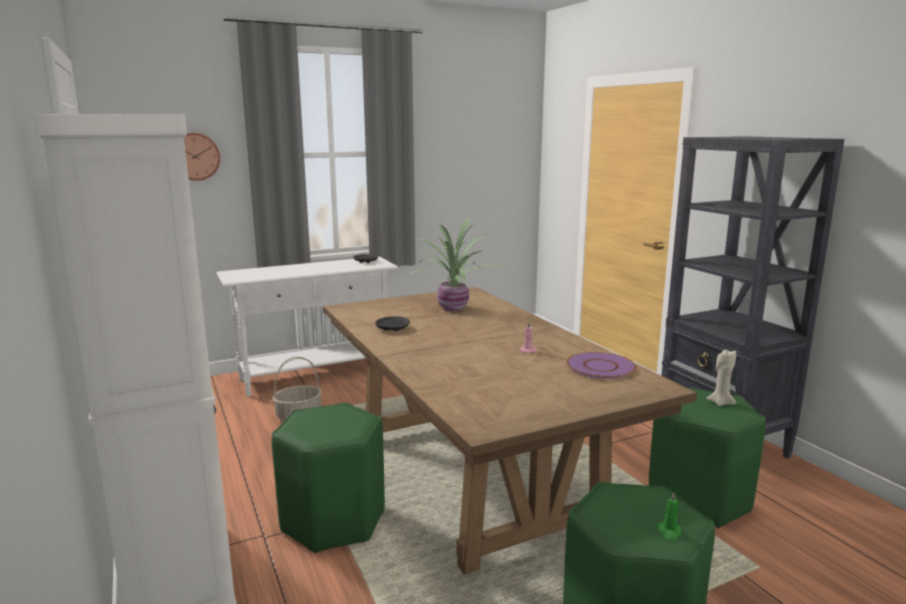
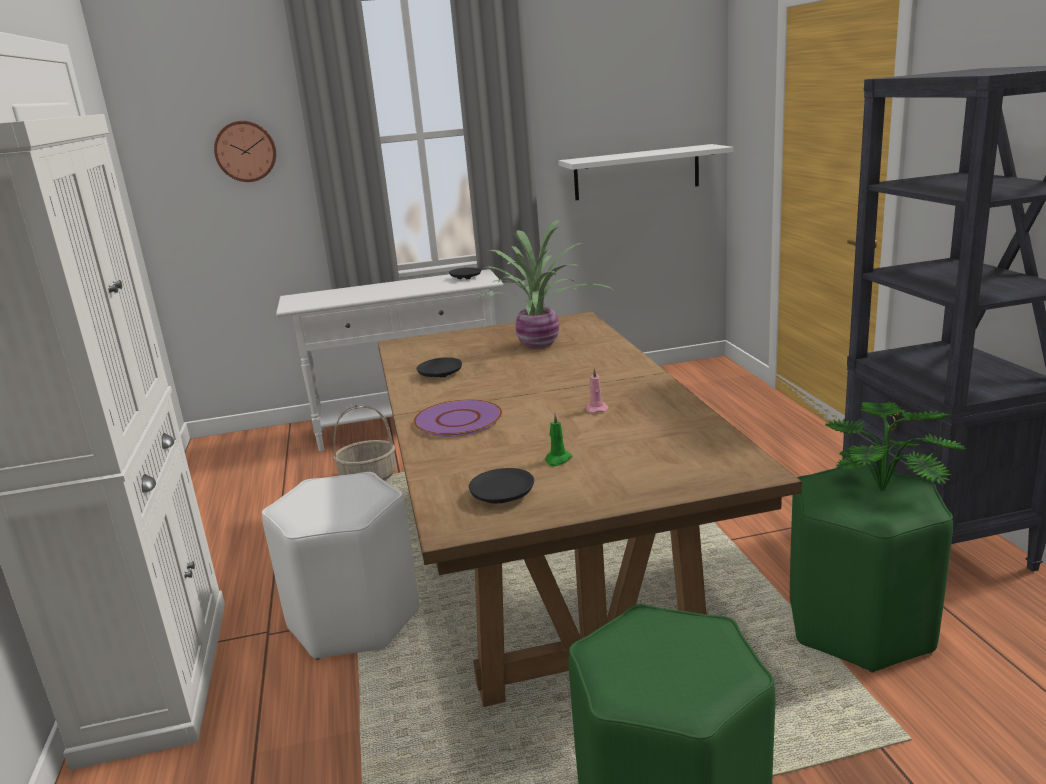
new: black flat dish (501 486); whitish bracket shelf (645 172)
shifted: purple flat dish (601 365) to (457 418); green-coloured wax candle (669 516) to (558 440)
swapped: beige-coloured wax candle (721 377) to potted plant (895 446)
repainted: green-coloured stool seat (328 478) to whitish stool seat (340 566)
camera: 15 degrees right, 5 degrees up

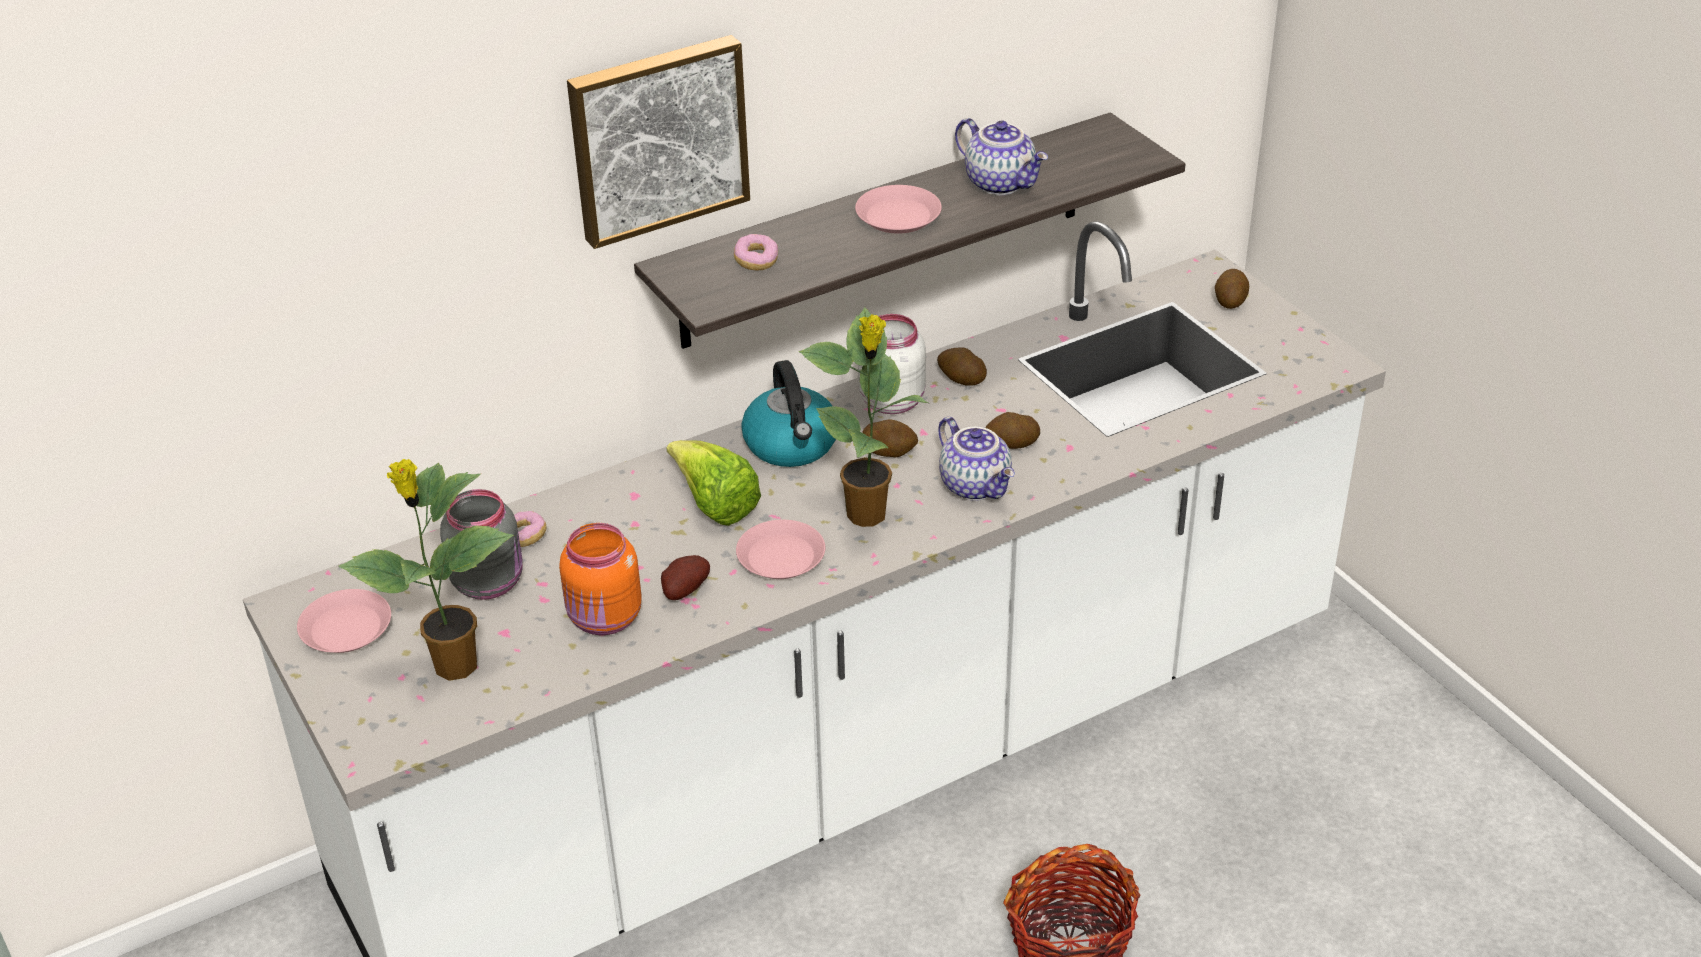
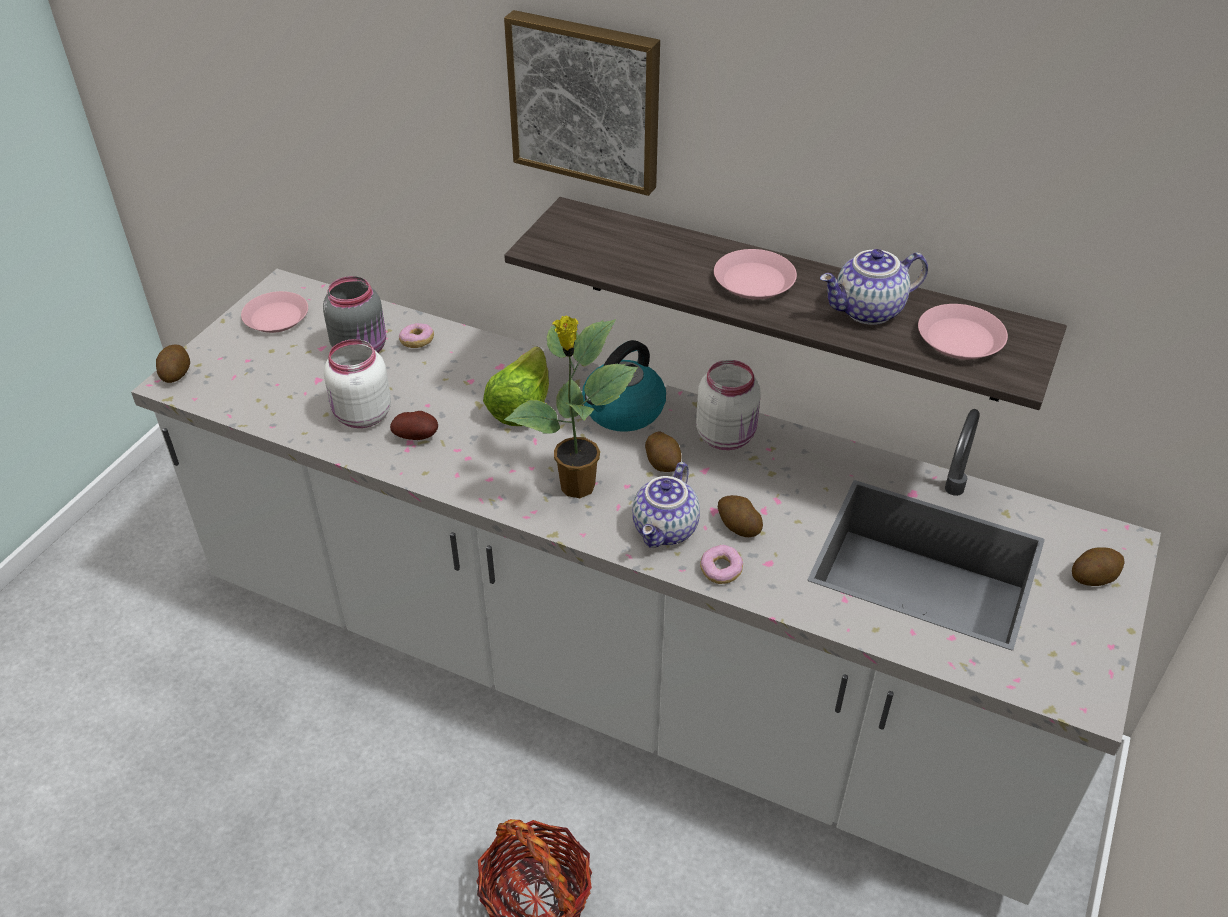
gone: potted plant (426 570)
shifted: donut (756 252) to (721 564); pink-coloured flat dish (780 549) to (963 332); spud (962 366) to (173 363)
repainted: orangey preserve jar (600 579) to whitish preserve jar (357 383)
rotated: tea pot (1001 156) = (874 287) 60 degrees clockwise
camera: 55 degrees right, 5 degrees up

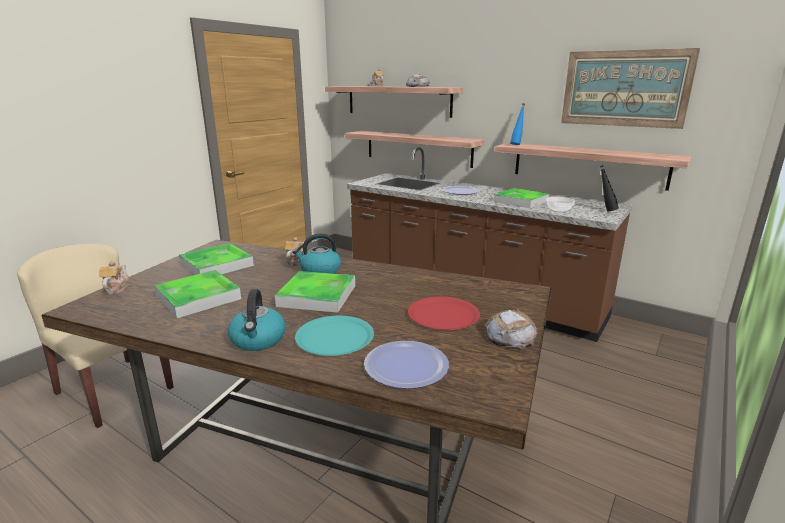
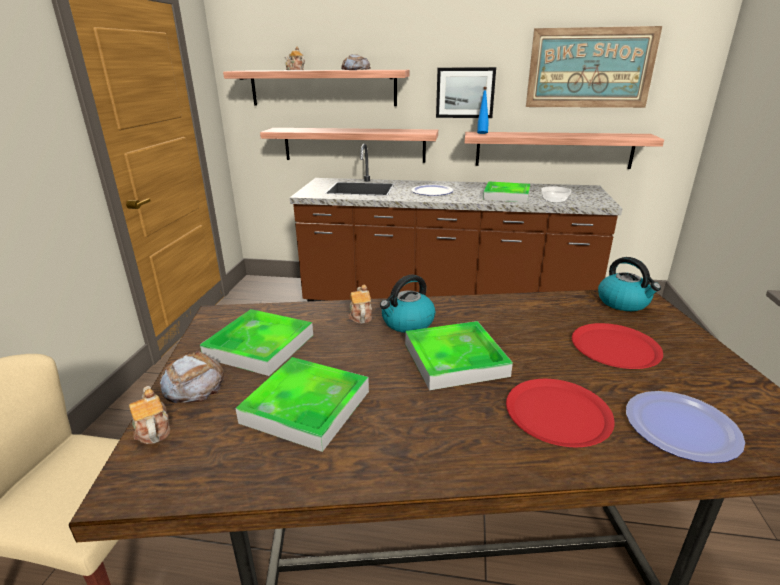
gone: black bottle (609 188)
new: wall art (466 92)
shifted: kettle (257 320) to (629 284); bakery bread (511 329) to (191 377)
repainted: turquoise-coloured flat dish (334 336) to reddish flat dish (560 413)
camera: 25 degrees left, 5 degrees up

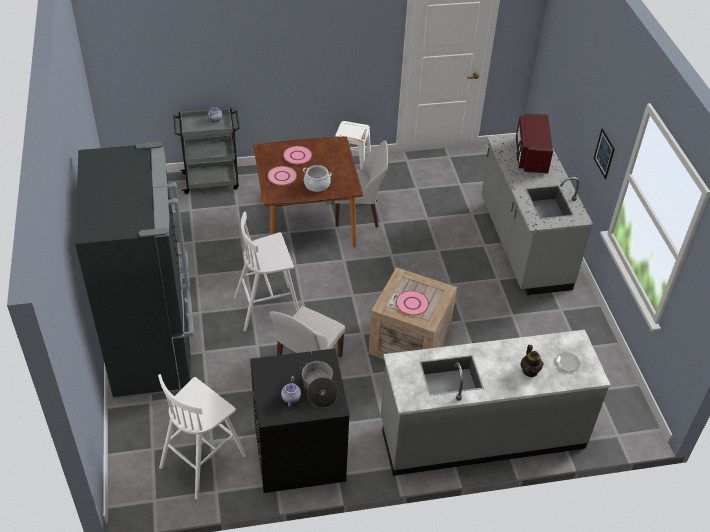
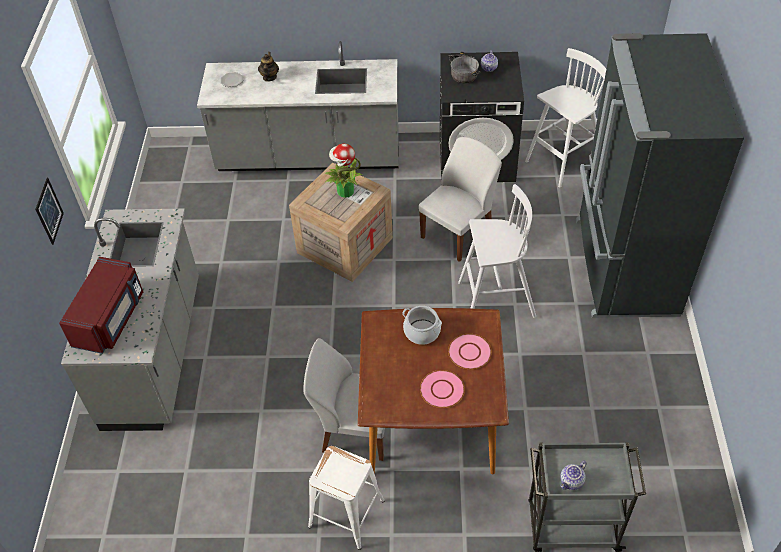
swapped: pink-coloured flat dish (412 303) to potted plant (343 170)
camera: 165 degrees left, 5 degrees up

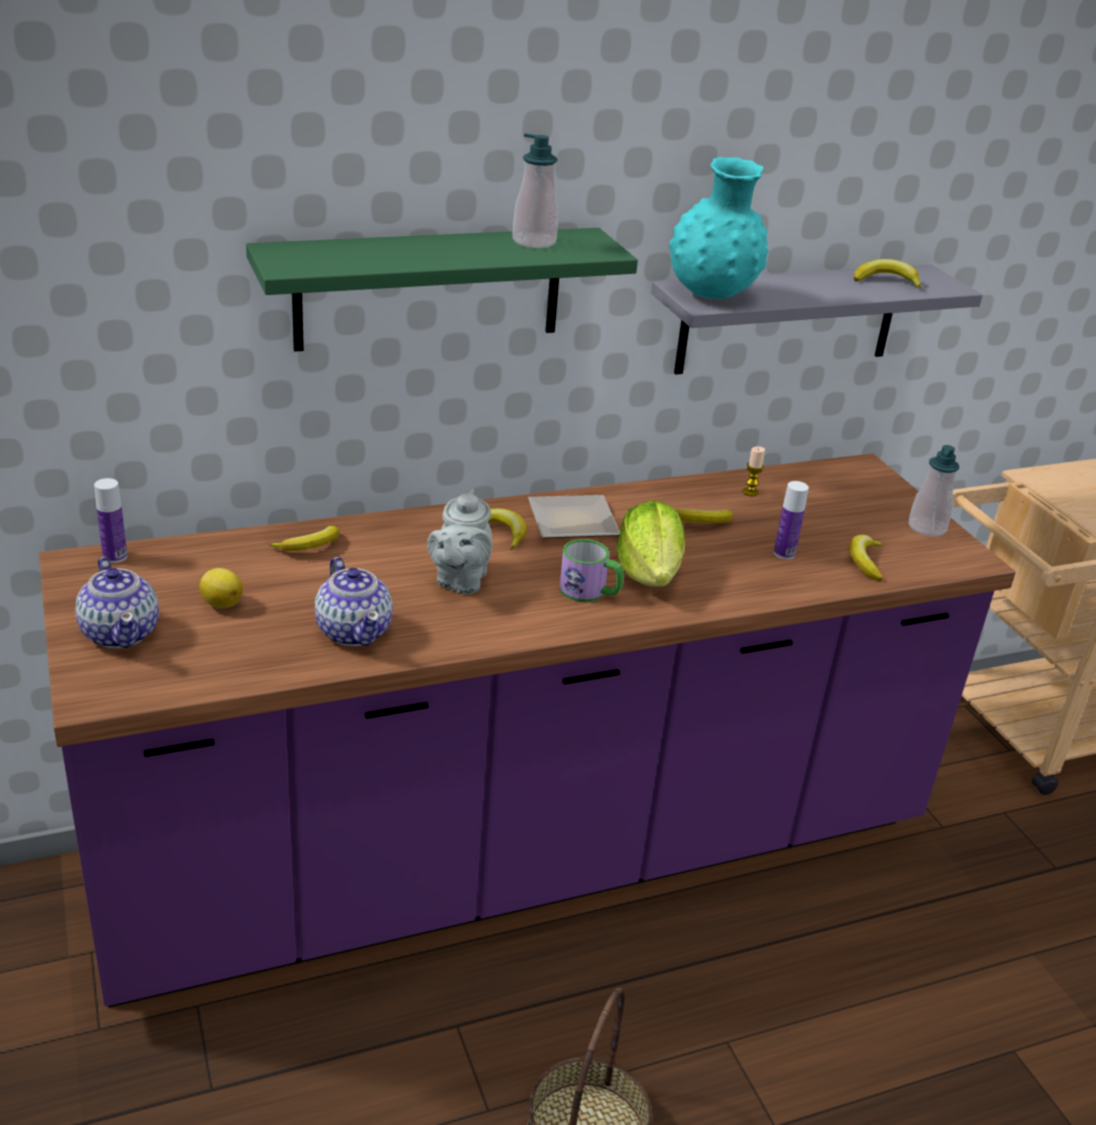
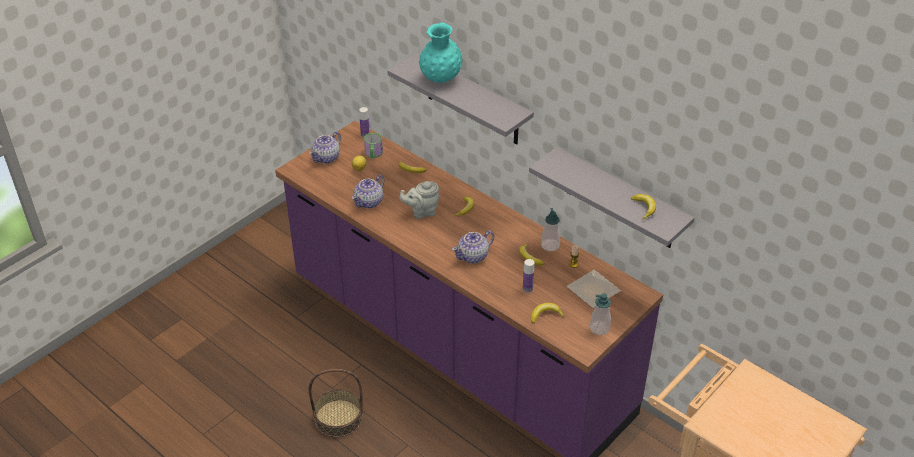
shifted: liquid soap bottle (535 190) to (550 229); flat dish (574 517) to (594 289); mug (591 570) to (373 146); turquoise-coloured flower vase (719 228) to (441 53)
swapped: lettuce head (650 543) to tea pot (473 247)
repainted: green-coloured bracket shelf (442 290) to greyish bracket shelf (460 99)
camera: 65 degrees right, 10 degrees up

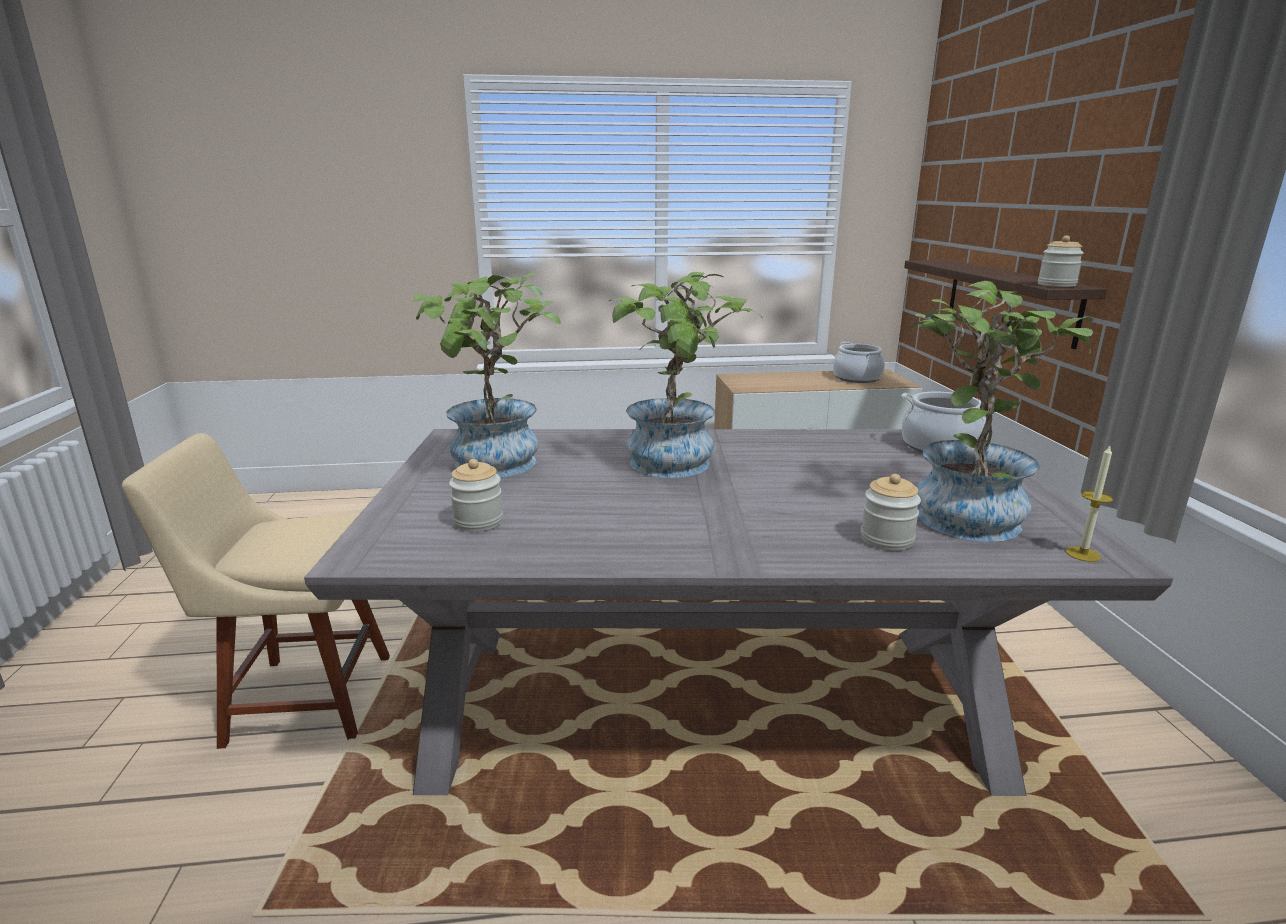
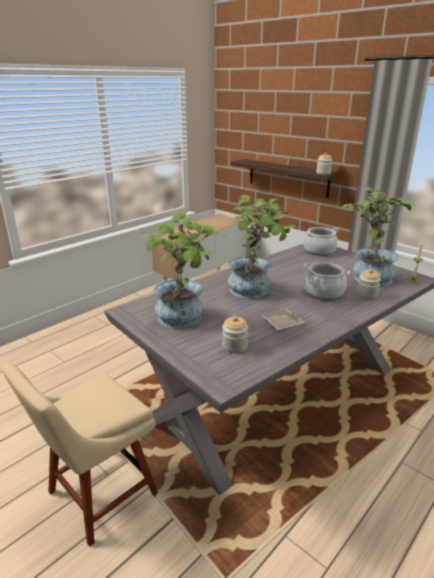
new: flat dish (283 320)
shifted: stockpot (859 362) to (327 281)
camera: 40 degrees left, 5 degrees up

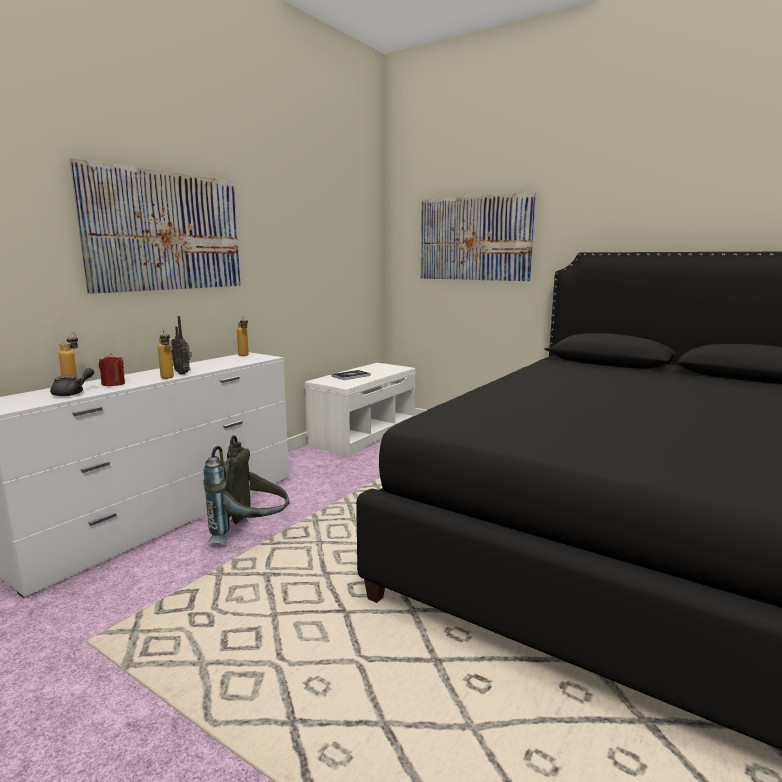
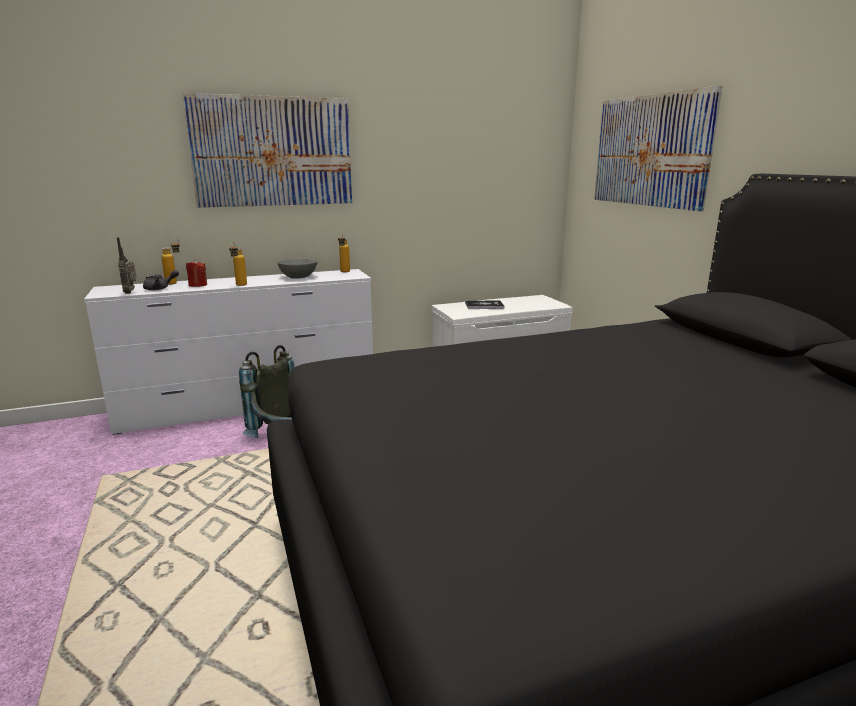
new: greyish deep dish (298 269)
shifted: radio set (181 345) to (126 265)
camera: 35 degrees right, 5 degrees up

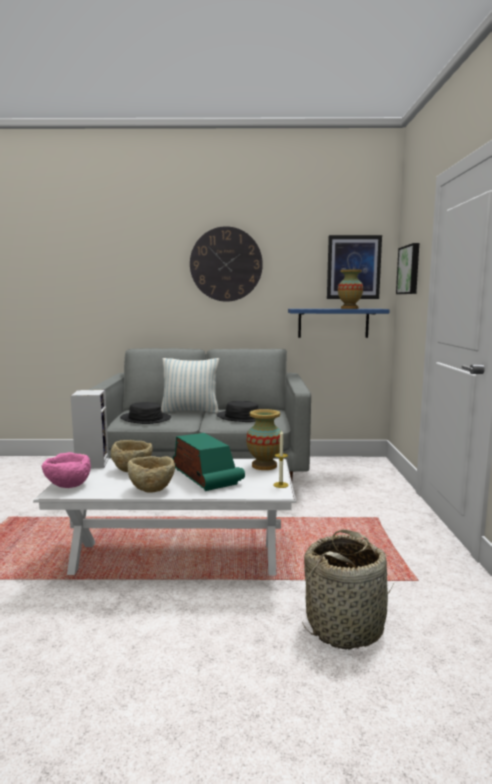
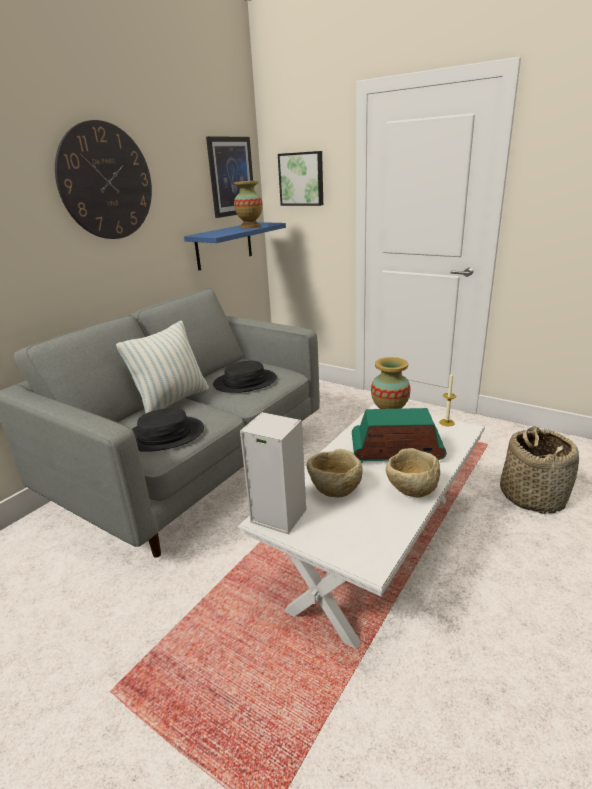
gone: pink-coloured deep dish (66 470)
camera: 55 degrees left, 15 degrees up

